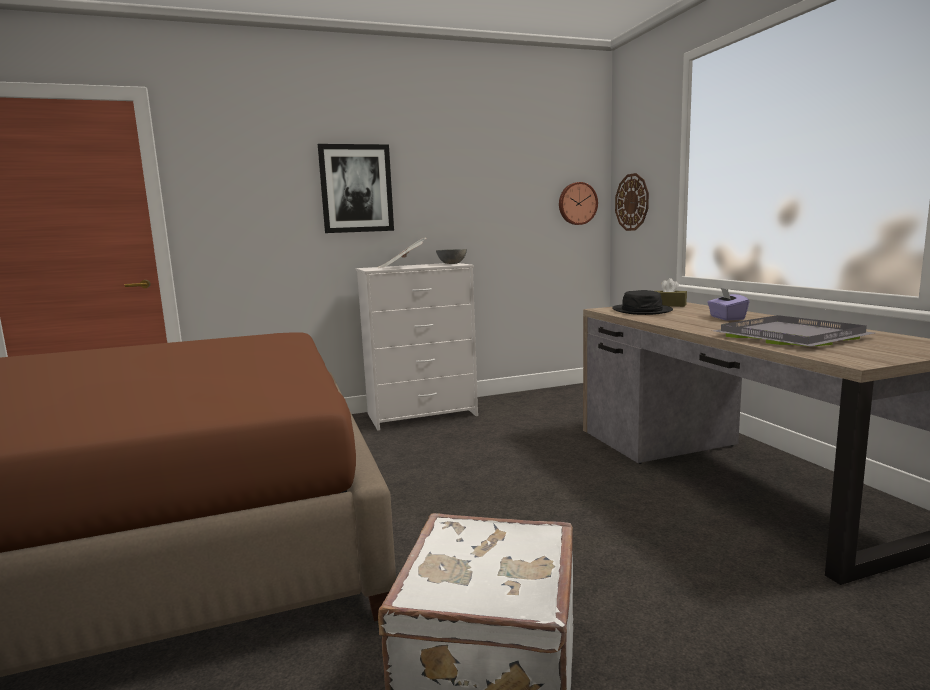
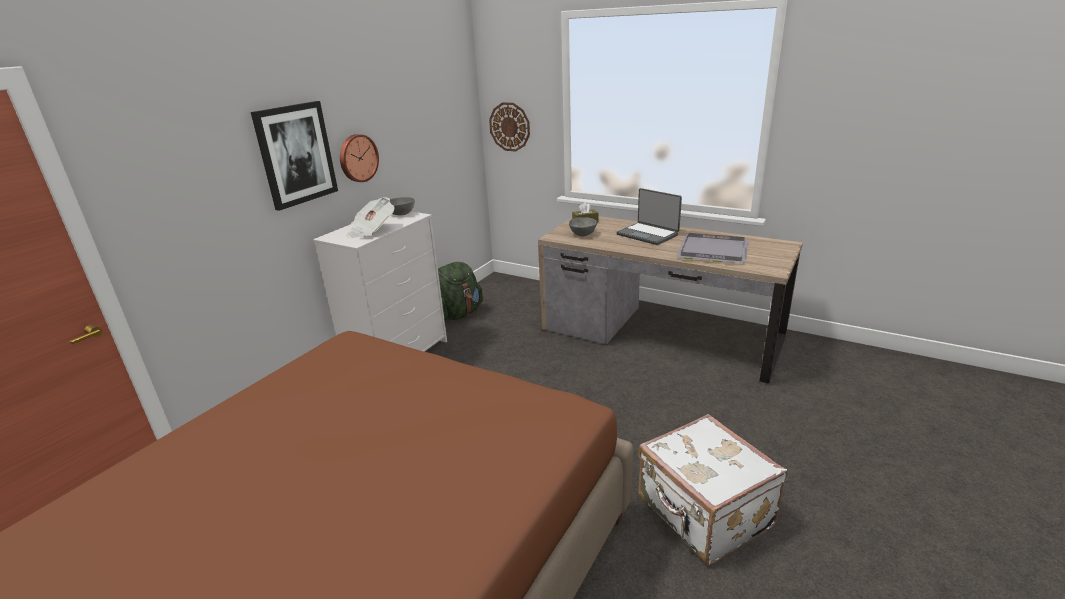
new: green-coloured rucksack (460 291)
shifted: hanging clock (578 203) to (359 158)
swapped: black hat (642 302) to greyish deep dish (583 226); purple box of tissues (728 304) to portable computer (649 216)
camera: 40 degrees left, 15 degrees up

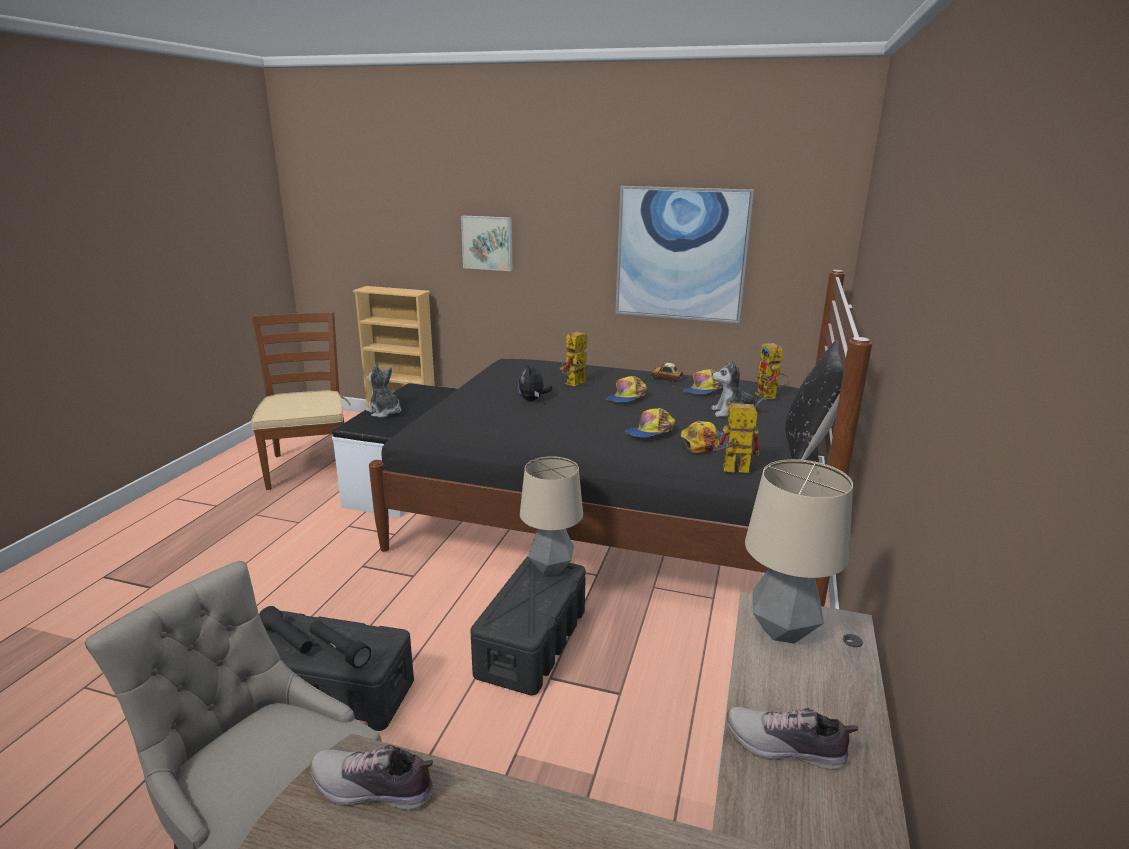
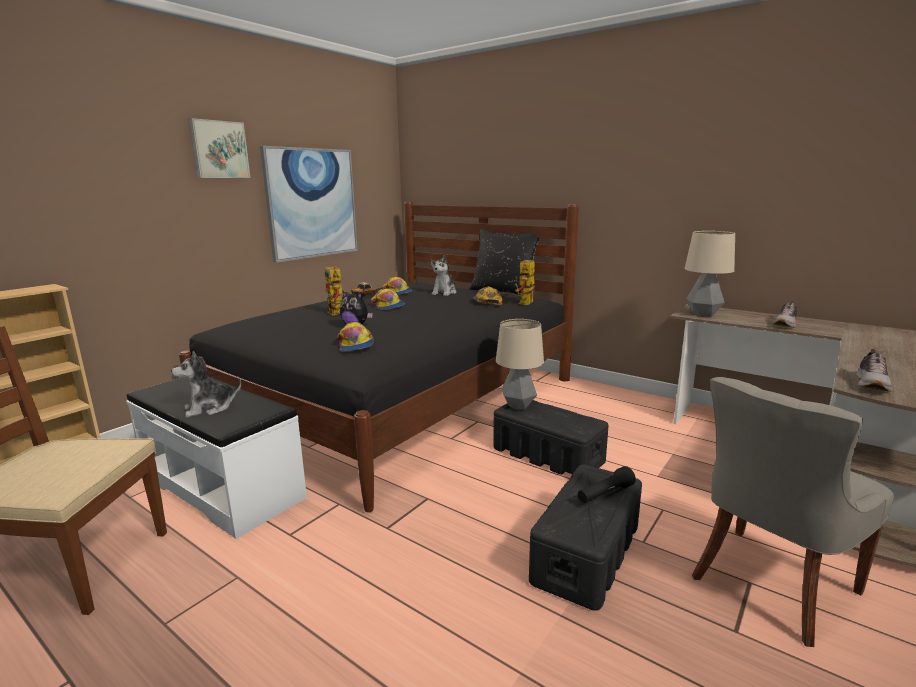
gone: black flashlight (286 630); model robot (772 371)
shifted: wall art (487 243) to (219 148); peaked cap (650 422) to (355 337)
camera: 70 degrees left, 5 degrees down

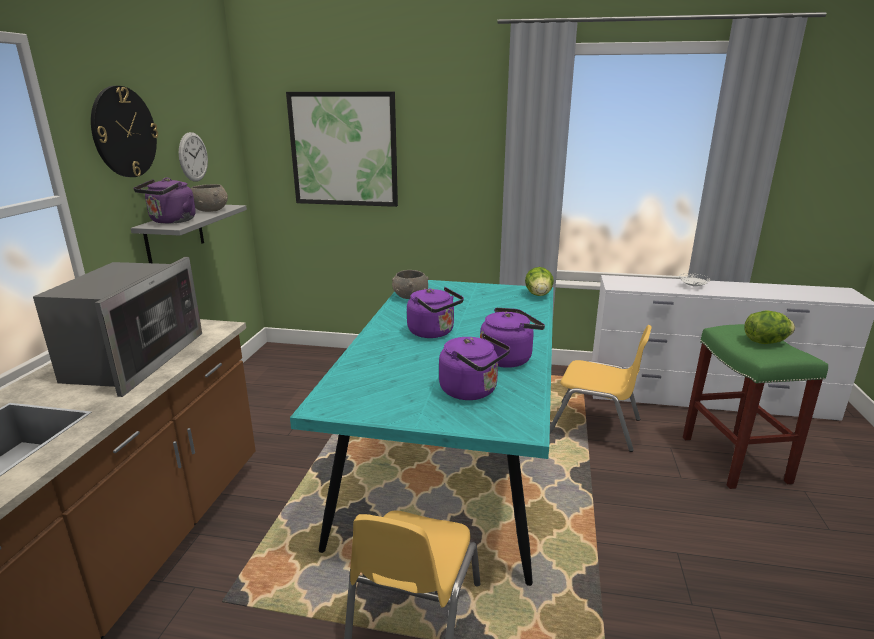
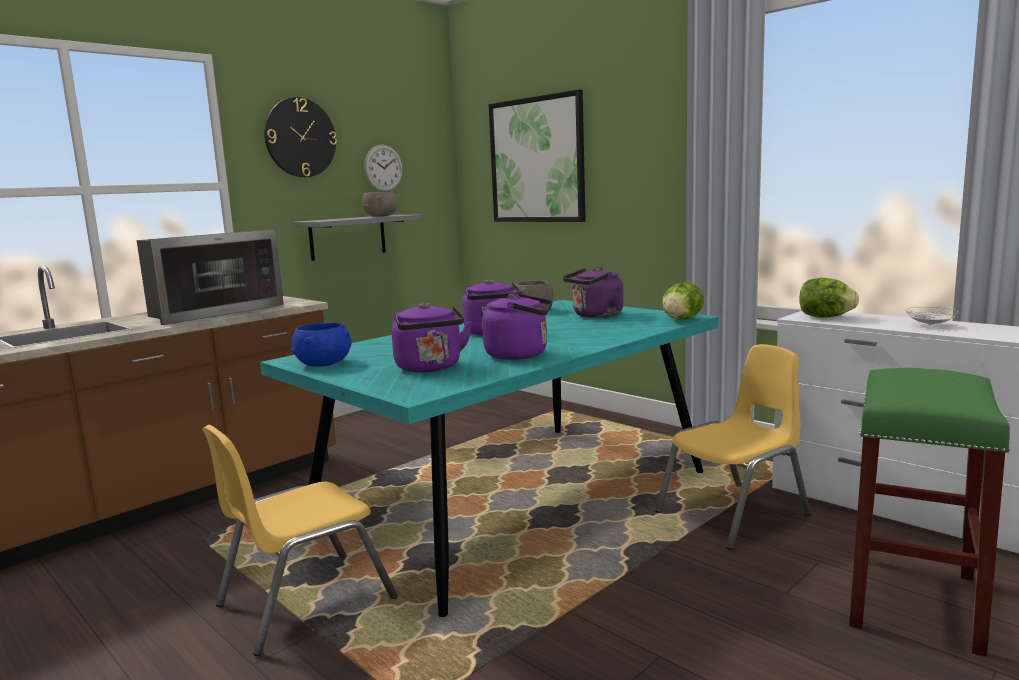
new: blue deep dish (321 344)
shifted: purple kettle (164 201) to (593 292); lettuce head (769 327) to (829 298)
rotated: yellow-coloured upright chair (601 388) = (733 447) 90 degrees counterclockwise
camera: 35 degrees right, 10 degrees down

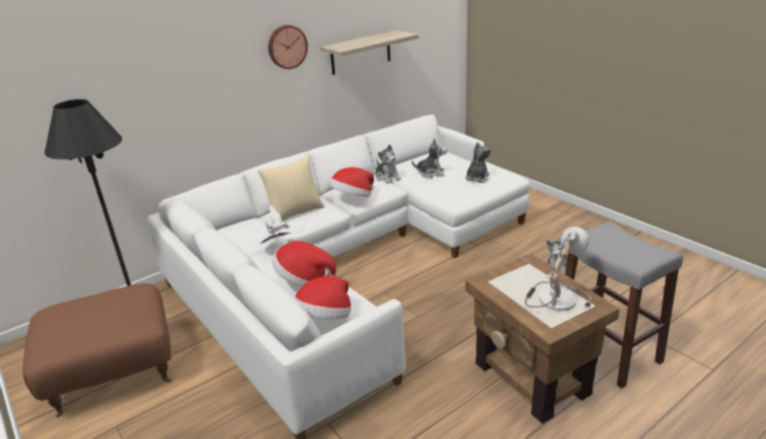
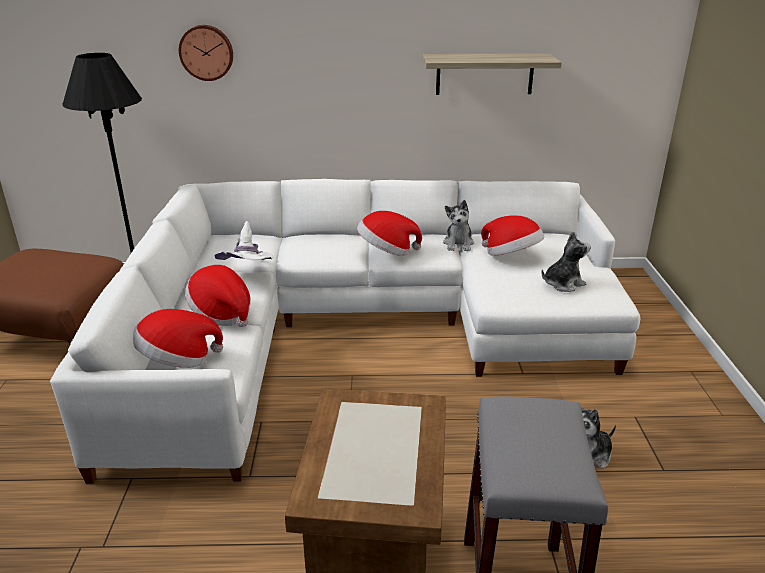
gone: cushion (291 188); lamp for a table (558 269)
shifted: hanging clock (288 47) to (206 53)
swapped: soft toy (429 158) to hat (512 235)
camera: 35 degrees right, 0 degrees up

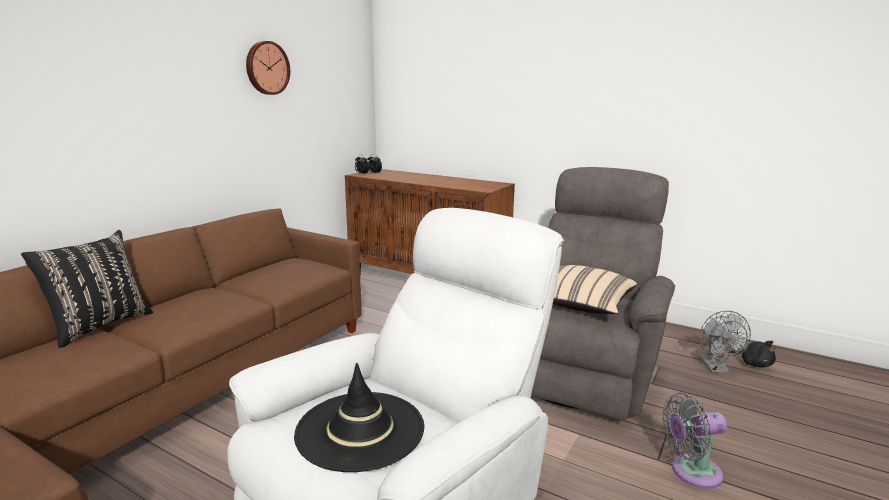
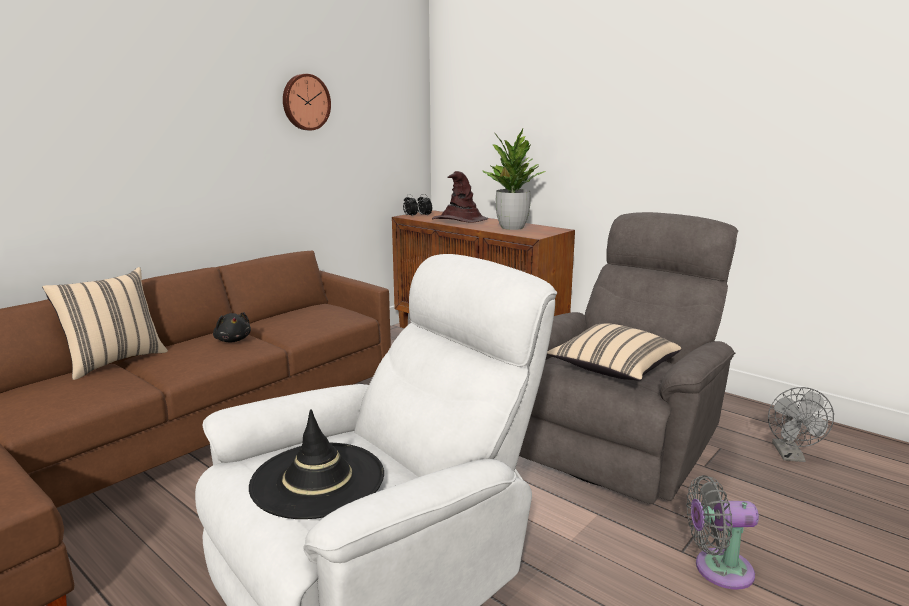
new: brown-coloured hat (460 197); potted plant (514 179)
shifted: black soft toy (752 354) to (232 327)
repainted: black cushion (87 289) to beige-coloured cushion (105 323)
camera: 10 degrees right, 0 degrees up

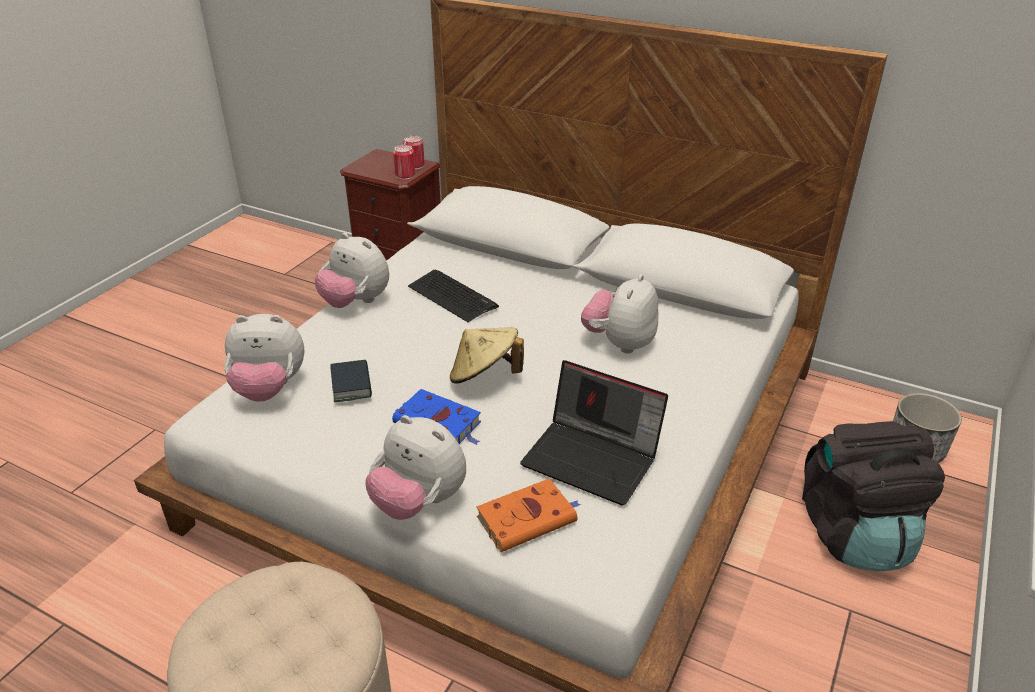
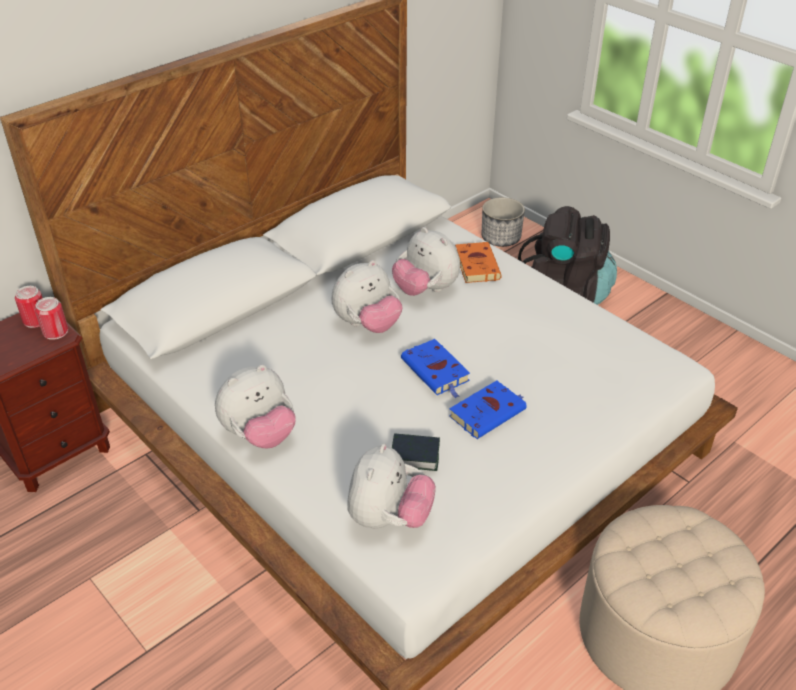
gone: computer keyboard (453 296); portable computer (594 432)
shifted: soft toy (415 467) to (367 296); orangey bound book (529 515) to (478 262)
swapped: beige-coloured hat (487 355) to blue bound book (435 369)
camera: 70 degrees left, 5 degrees up

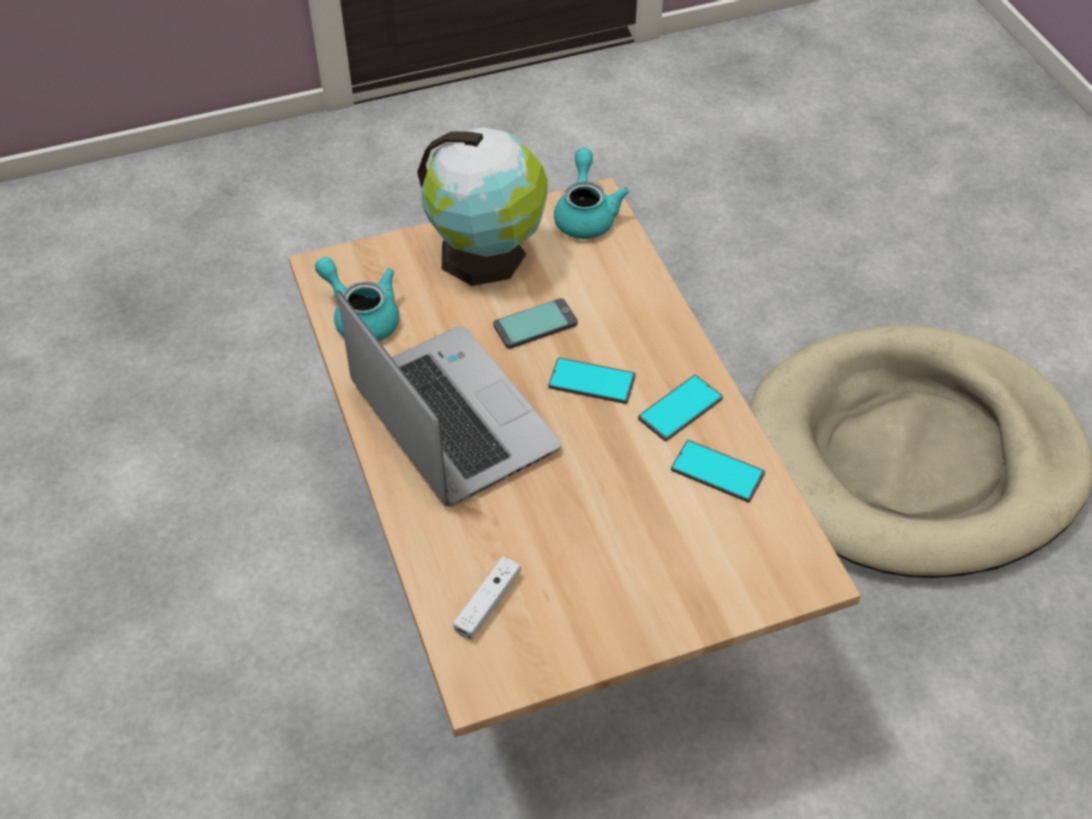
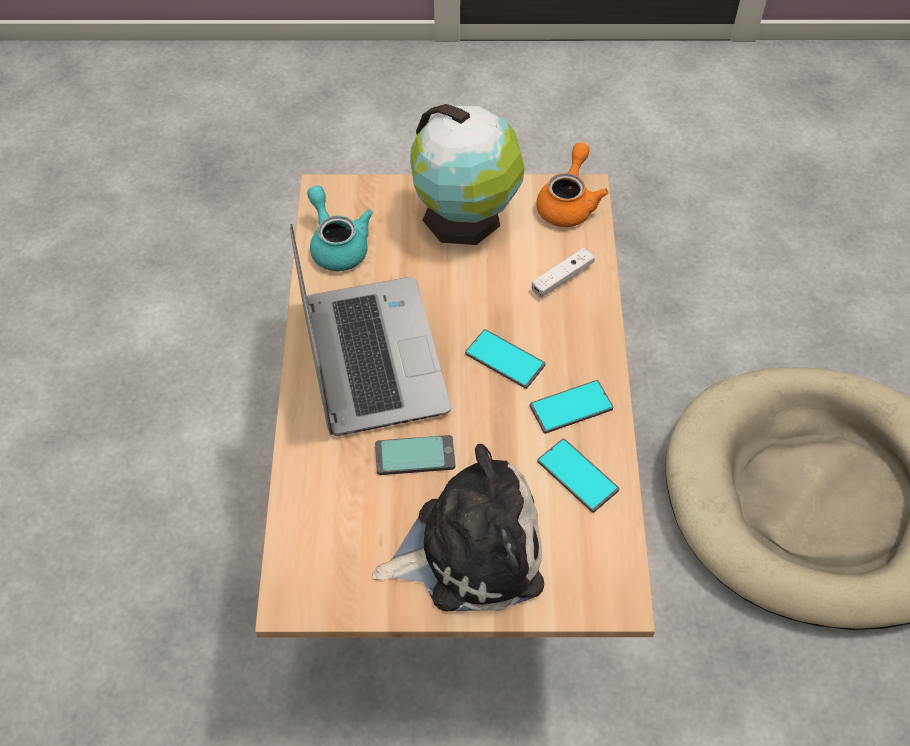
new: soft toy (458 527)
shifted: whitish gamepad (487 598) to (563 273); phone (535 323) to (415 455)
repainted: turquoise-coloured tea pot (591 193) to orangey tea pot (572 184)
camera: 20 degrees right, 5 degrees up

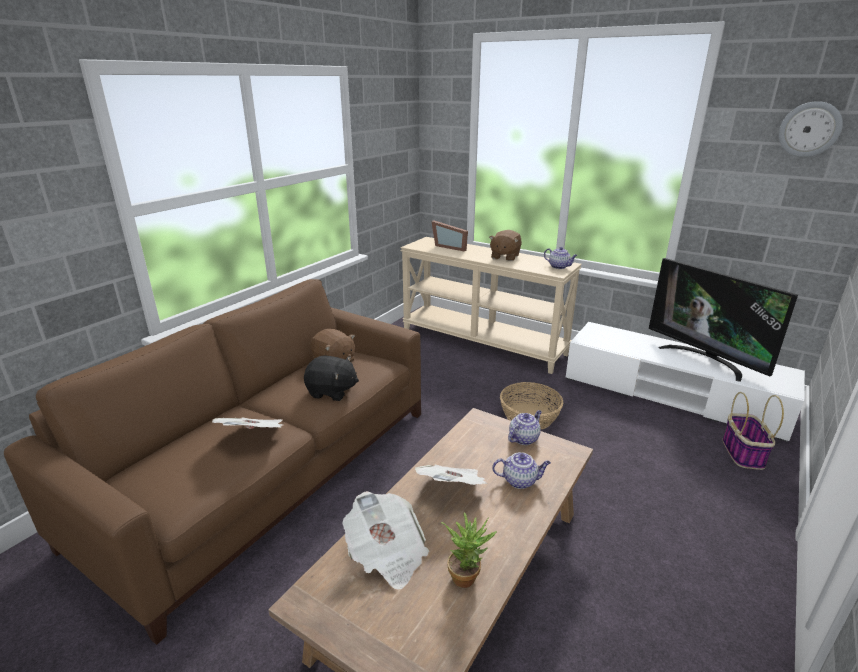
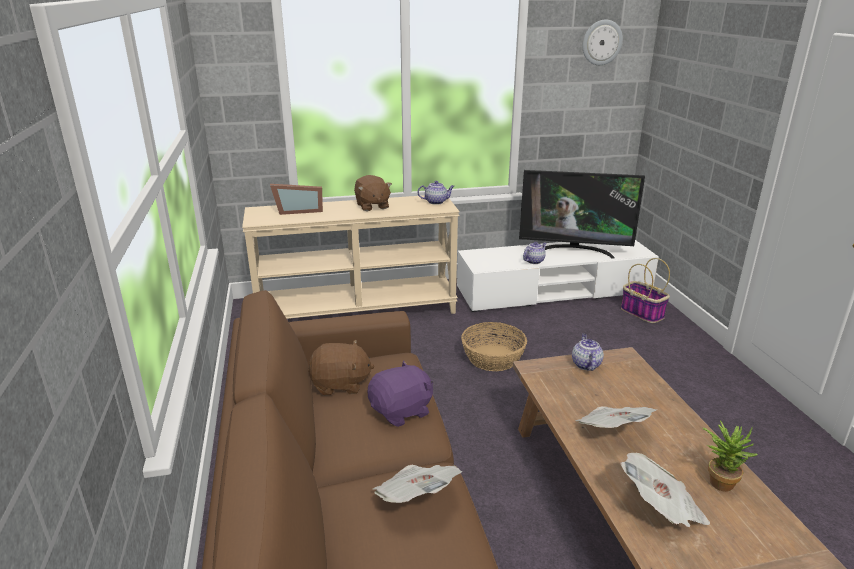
shifted: tea pot (521 470) to (535 253)
repainted: black soft toy (331 378) to purple soft toy (400 394)
camera: 45 degrees left, 0 degrees up

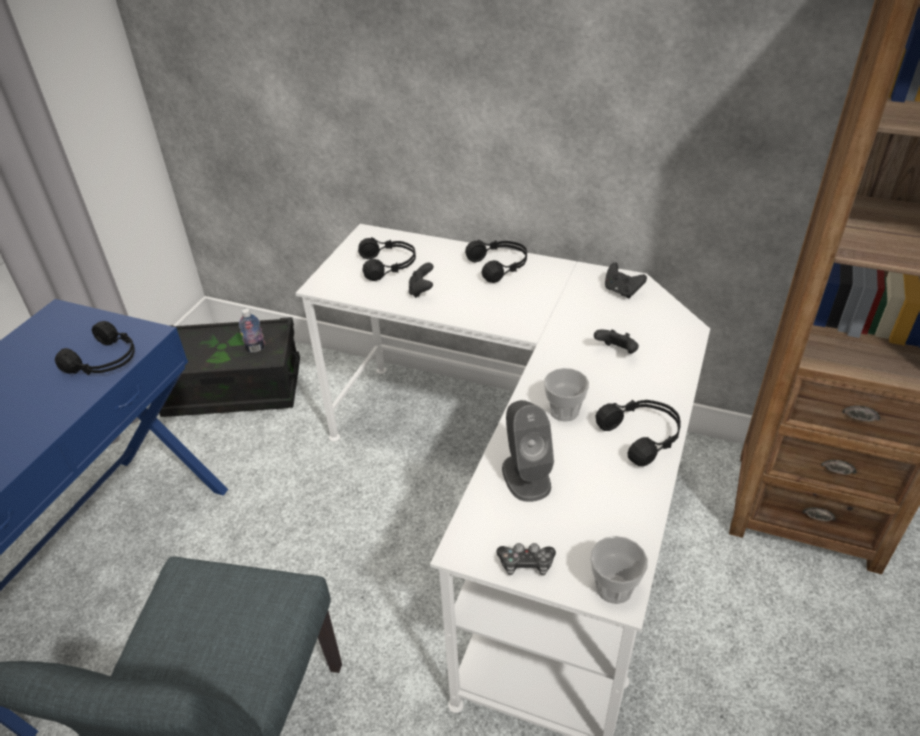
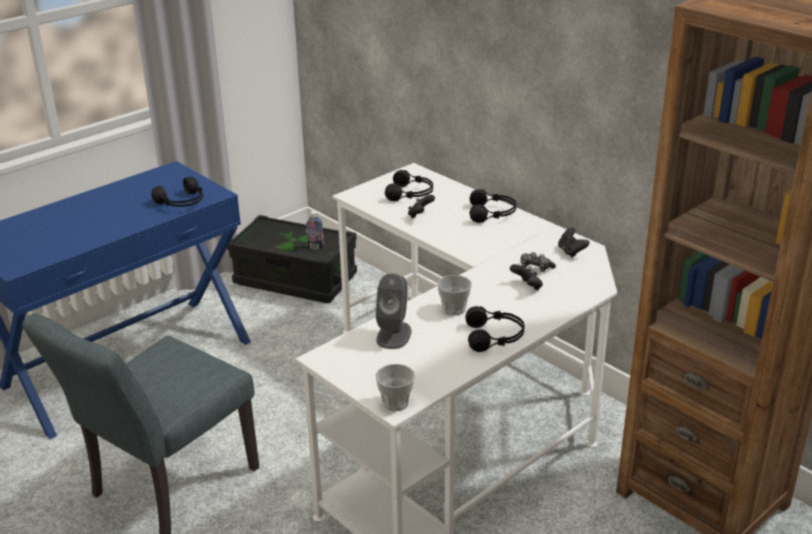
shifted: gamepad (526 559) to (538 262)
camera: 25 degrees right, 10 degrees down

